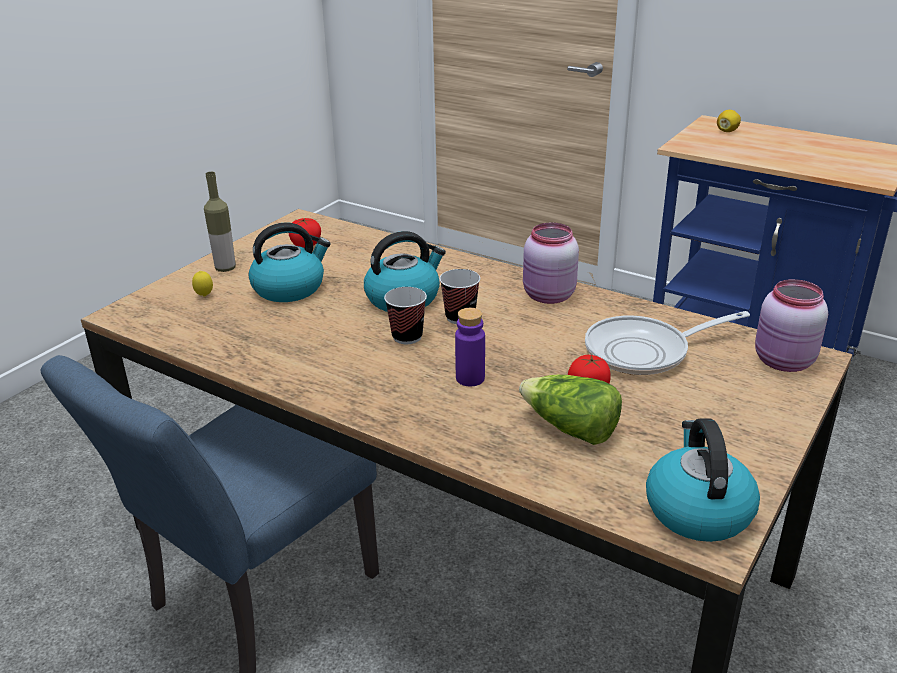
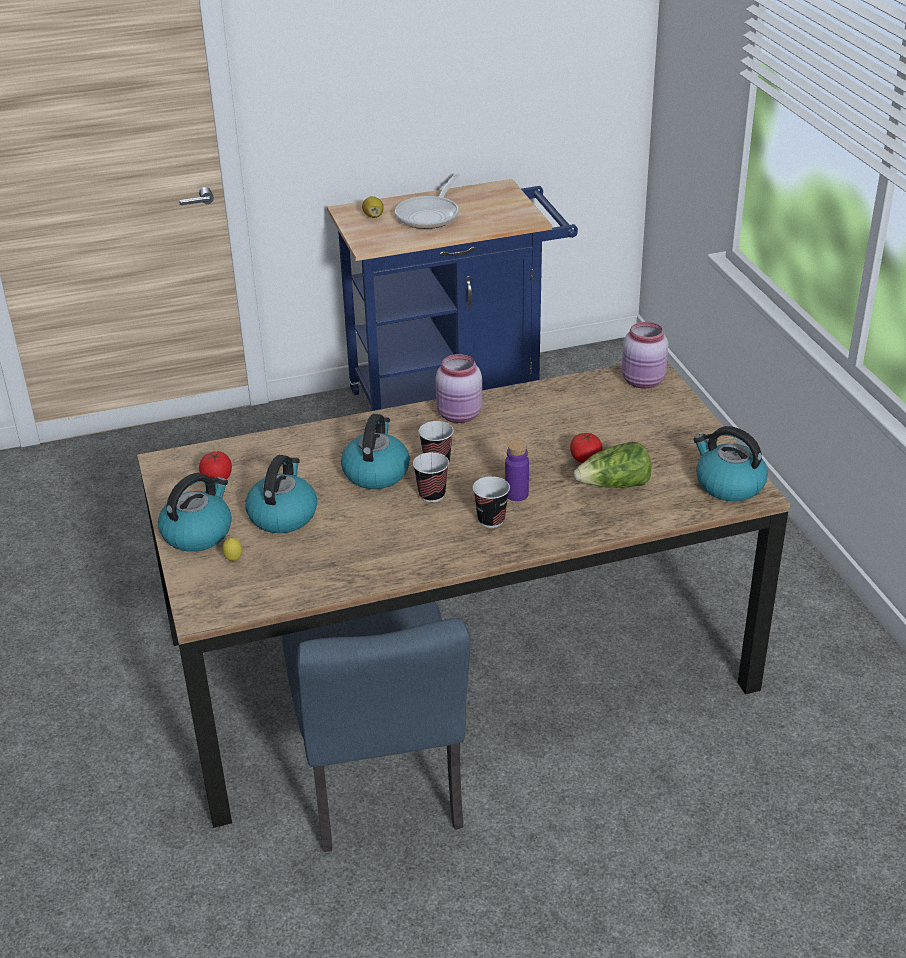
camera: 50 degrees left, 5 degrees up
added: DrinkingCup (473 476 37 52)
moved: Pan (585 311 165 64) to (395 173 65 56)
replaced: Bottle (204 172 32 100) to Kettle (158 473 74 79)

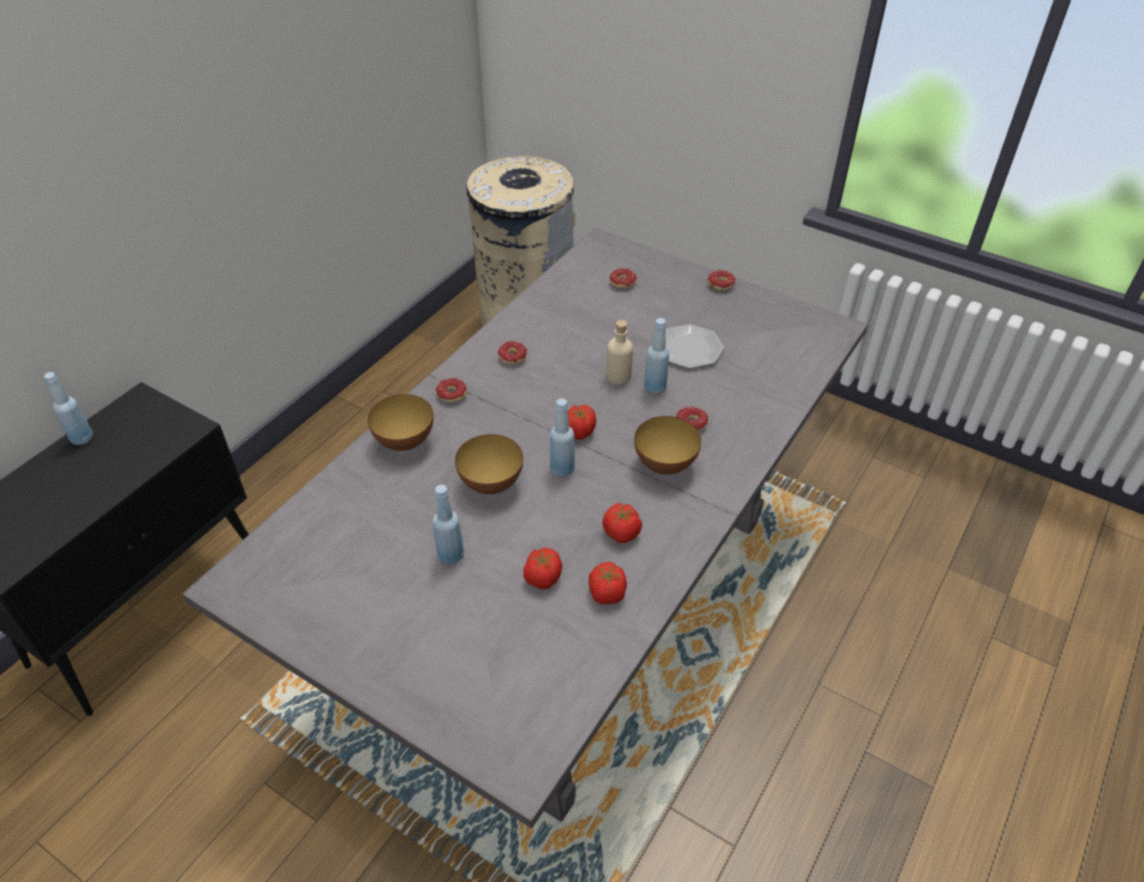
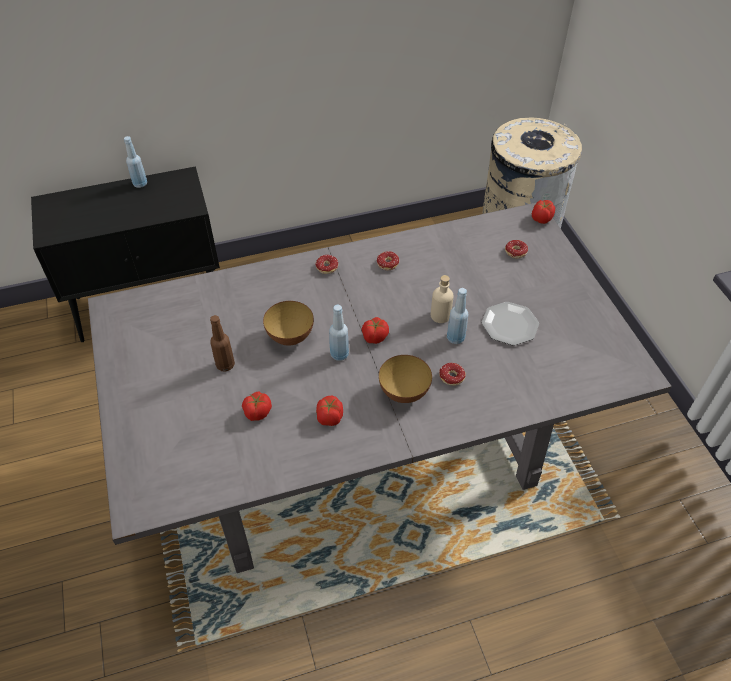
camera: 40 degrees right, 5 degrees up
removed: Bowl (367 394 67 57); Doughnut (708 270 27 21)
moved: FreshTomato (589 562 38 42) to (532 200 23 24)
recoloured: BluishBottle (432 485 32 80) to BrownBottle (210 315 25 57)

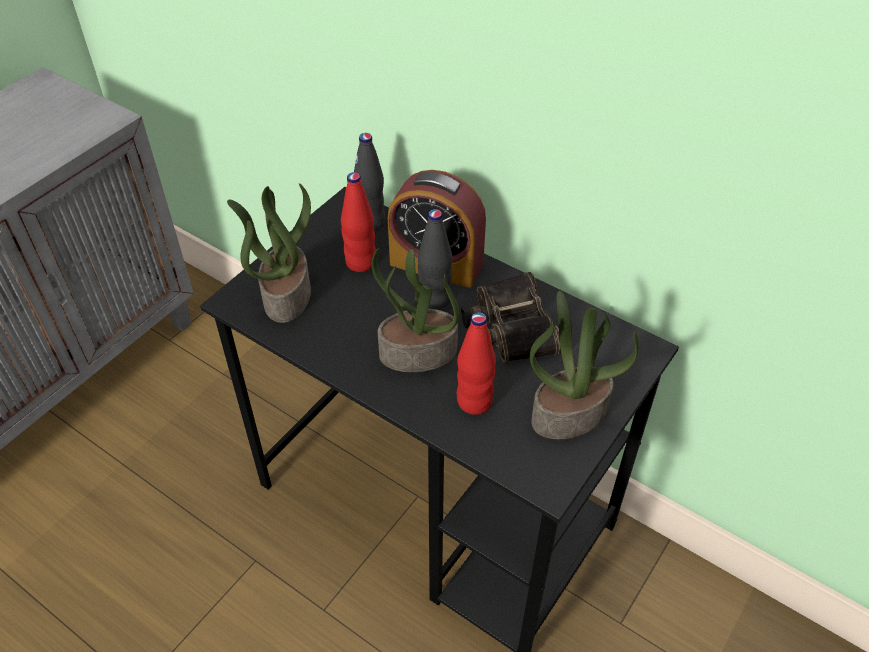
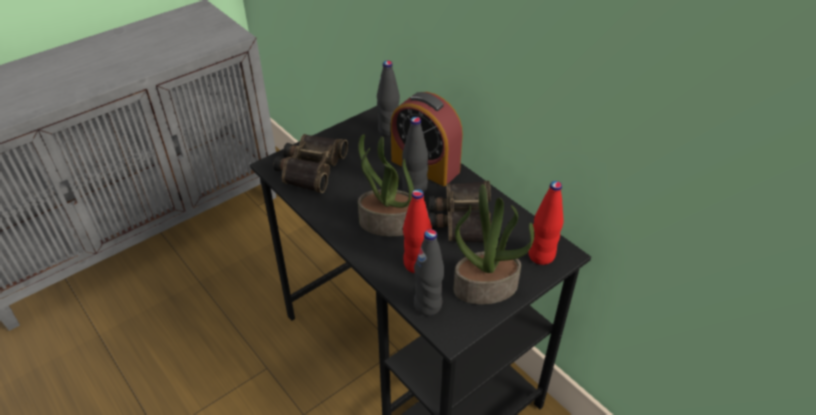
camera: 15 degrees right, 5 degrees down
added: BlackBottle (414 229 30 87)
moved: RedBottle (341 172 35 100) to (528 181 36 84)
replaced: PottedPlant (227 183 84 140) to PairOfBinoculars (274 134 74 59)

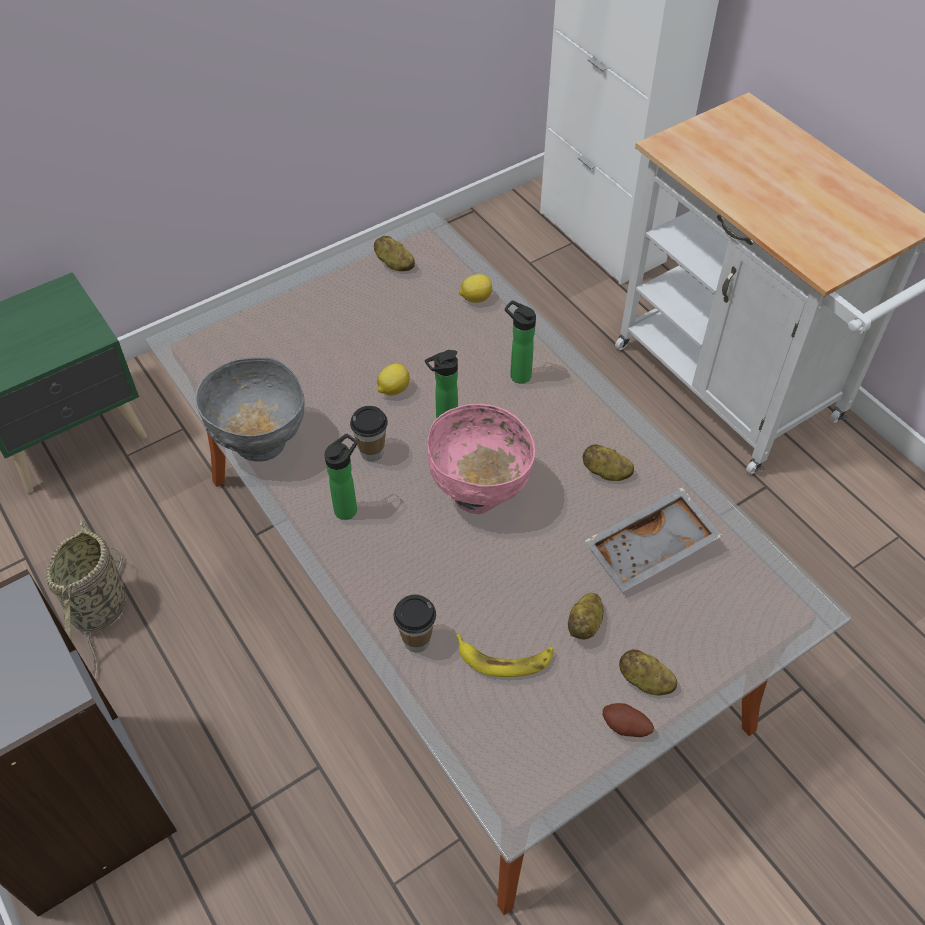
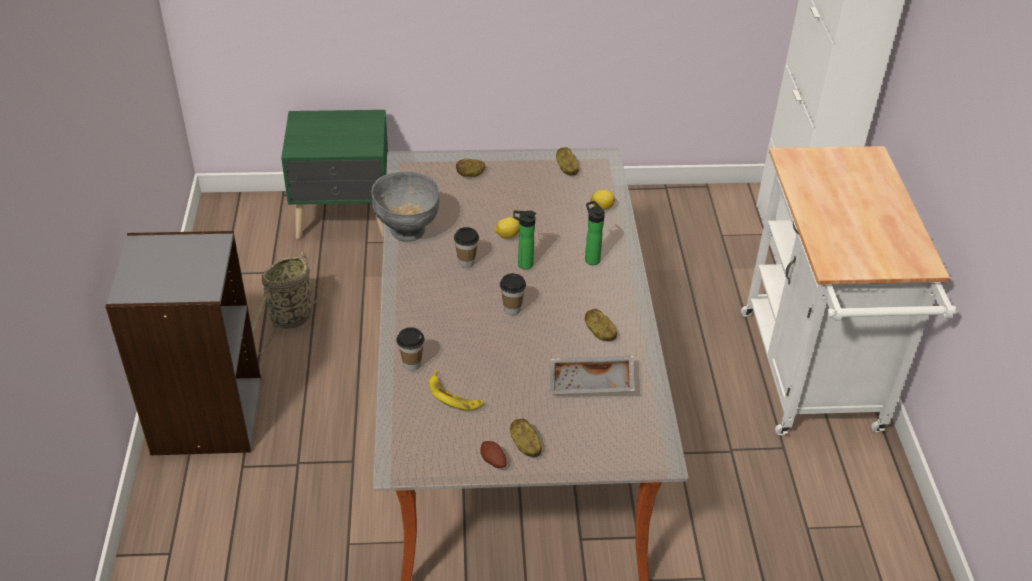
camera: 30 degrees right, 10 degrees down
removed: Bottle (324 433 34 87)
moved: Potato (568 593 36 47) to (456 159 29 18)
replaced: PinkishBowl (427 404 108 110) to DrinkingCup (500 273 26 42)

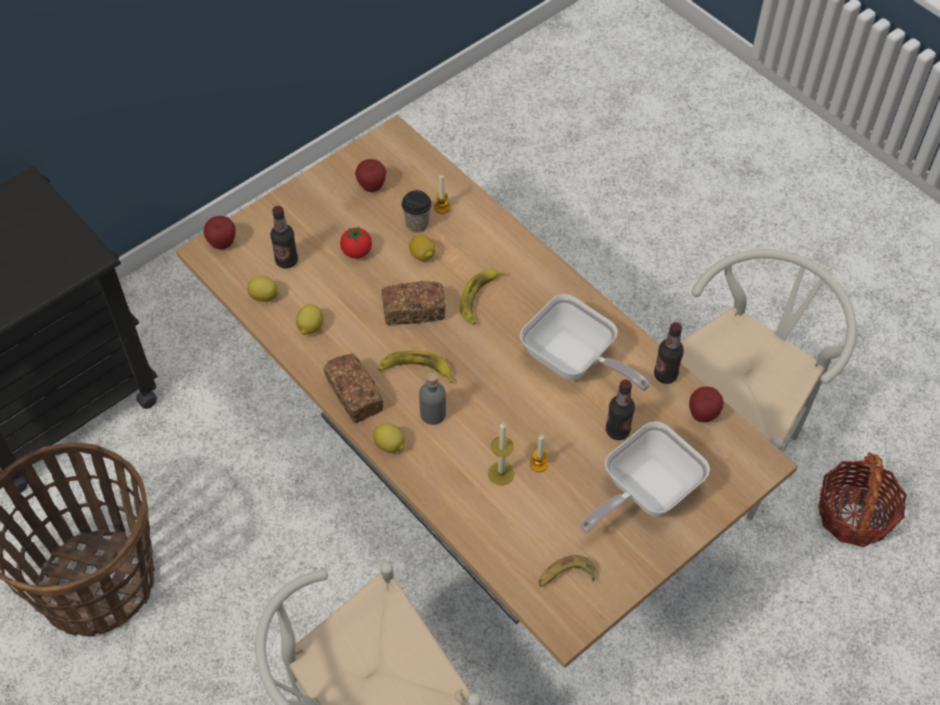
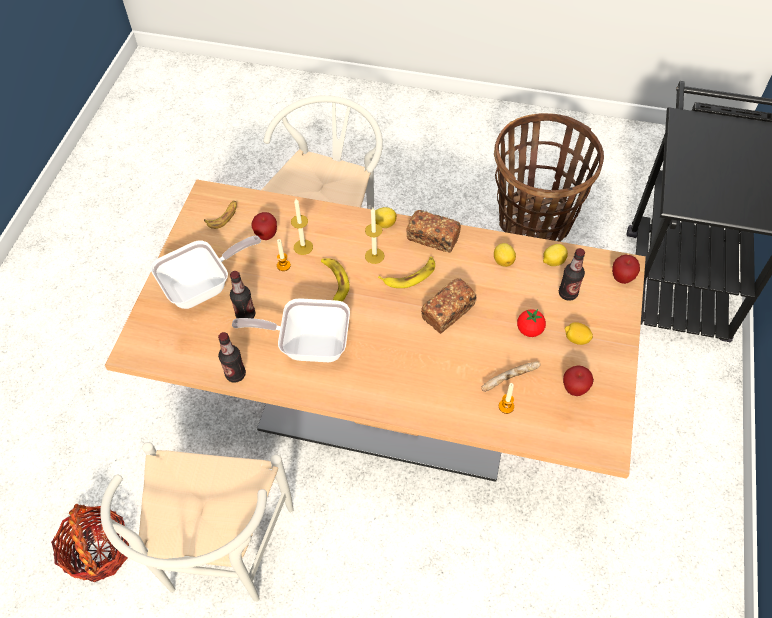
camera: 145 degrees right, 0 degrees up
moved: WholeLemon (409 234 26 27) to (565 322 28 23); Banana (460 269 46 56) to (321 258 29 43); Apple (689 386 35 37) to (251 212 26 28)
replaced: DrinkingCup (402 190 30 42) to Bread (481 362 60 30); GrayBottle (419 372 27 53) to WaxCandle (365 208 19 56)
turned: Pan (580 422 130 111) = (151 235 110 74) 45 degrees clockwise

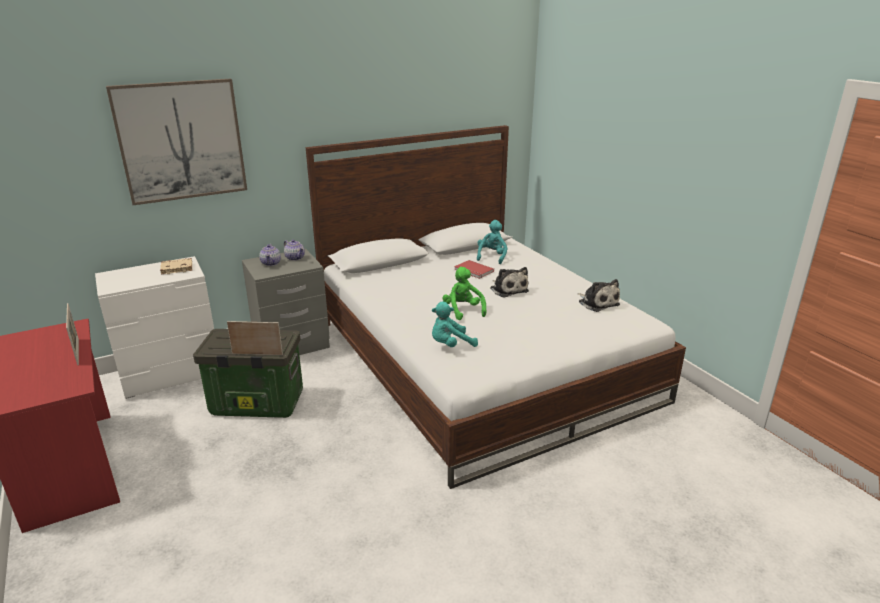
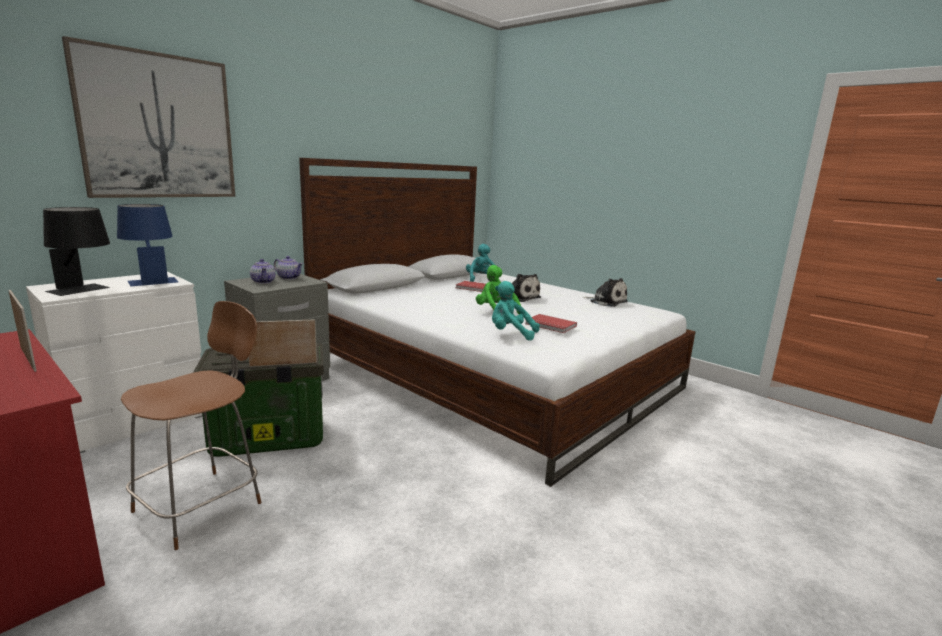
camera: 20 degrees left, 10 degrees down
added: BlackTabletopLamp (43 207 67 89); BrownStoolSeat (121 301 140 249); RedBoundBook (525 314 52 19)
replaced: BeigeColouredBoundBook (160 258 32 17) to BluishTabletopLamp (117 204 61 82)
turned: BlueGreenSoftToy (432 302 46 45) = (492 281 48 59) 60 degrees clockwise

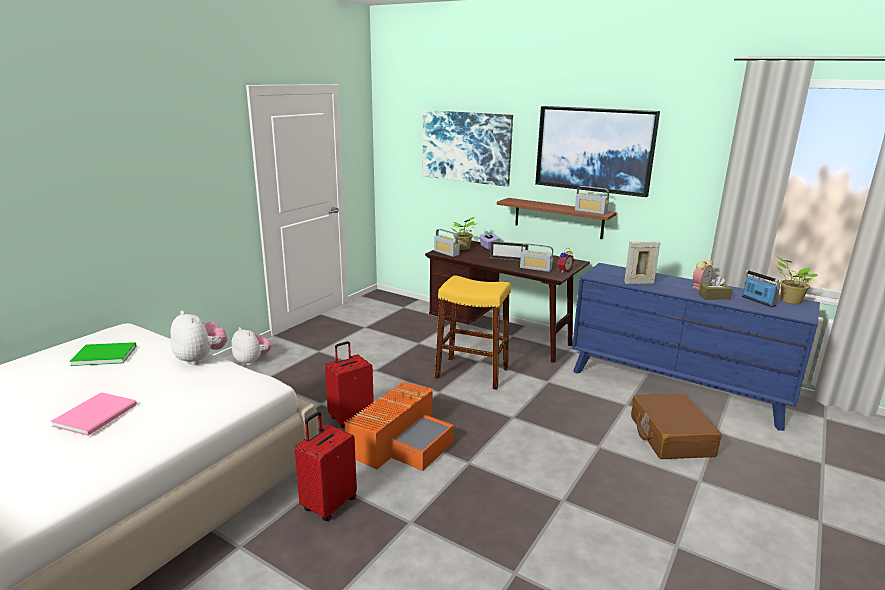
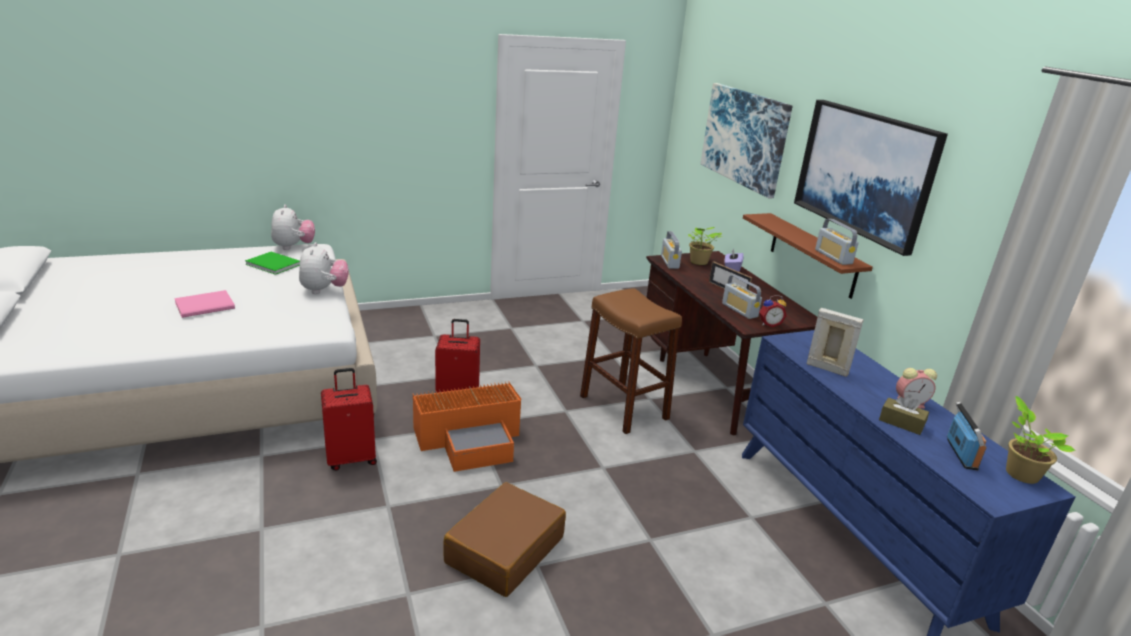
camera: 35 degrees right, 5 degrees up
moved: SoftToy (231 327 40 39) to (271 204 44 46); BrownSuitcase (631 393 90 66) to (443 482 123 115)
recoloured: YellowStoolSeat (435 276 76 114) to BrownStoolSeat (580 288 102 146)

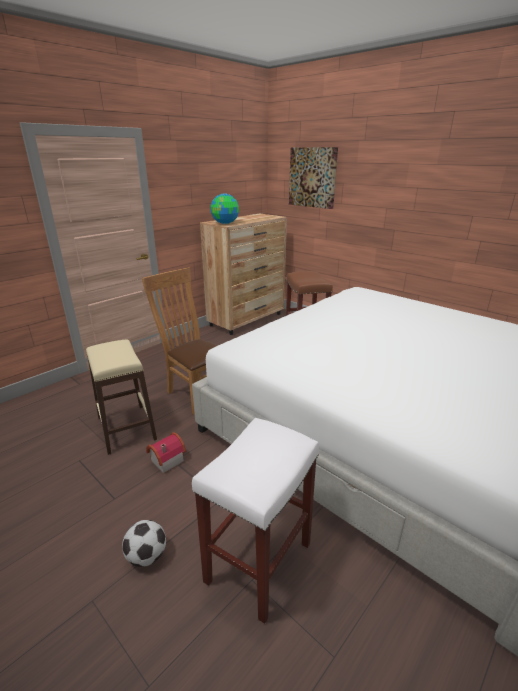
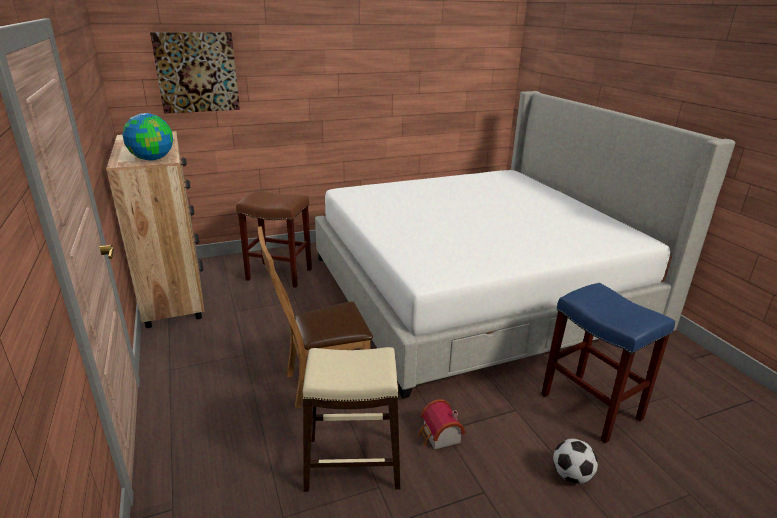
camera: 65 degrees left, 0 degrees up
recoloured: WhitishStoolSeat (192 418 127 206) to BluishStoolSeat (541 283 134 160)

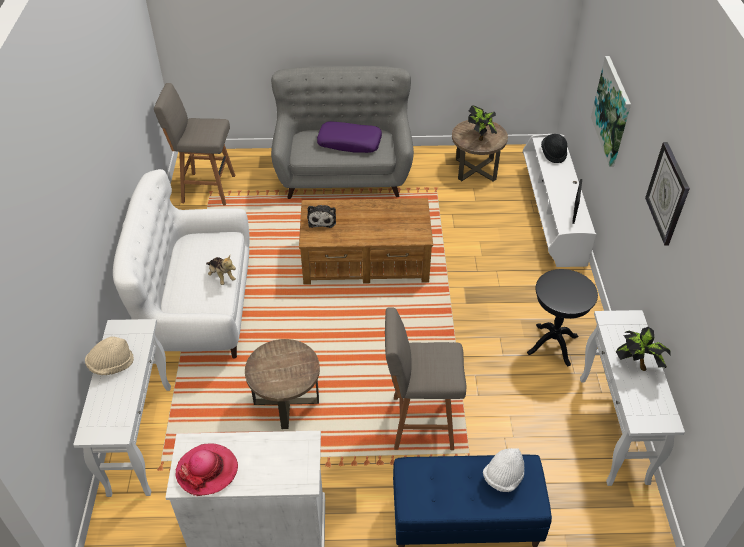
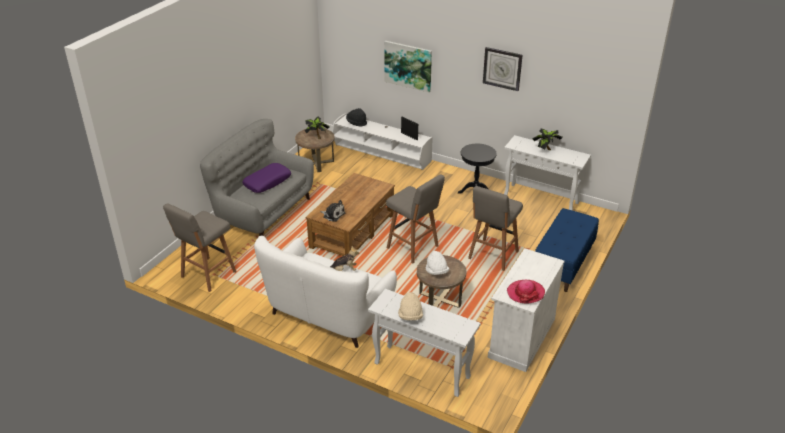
camera: 60 degrees left, 10 degrees down
added: GrayStoolSeat (386 175 59 88)
moved: WhitishWearableHat (483 448 41 44) to (426 251 23 24)

